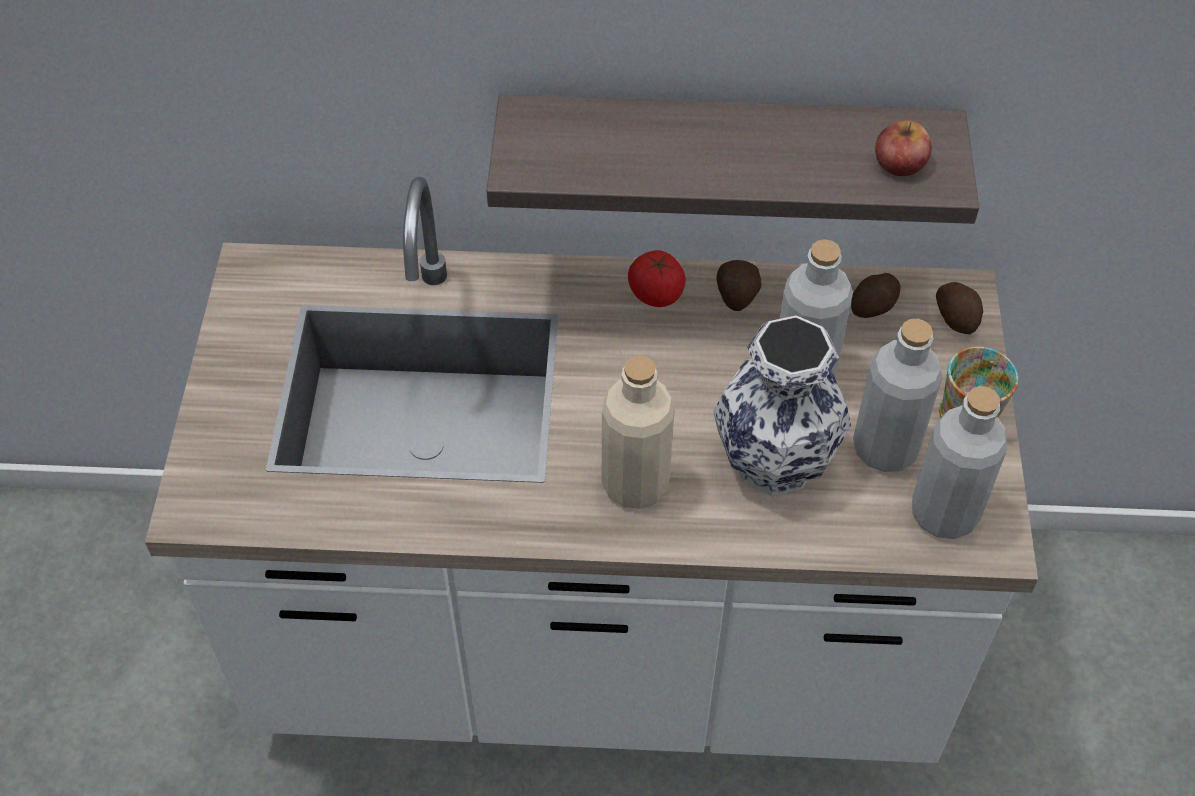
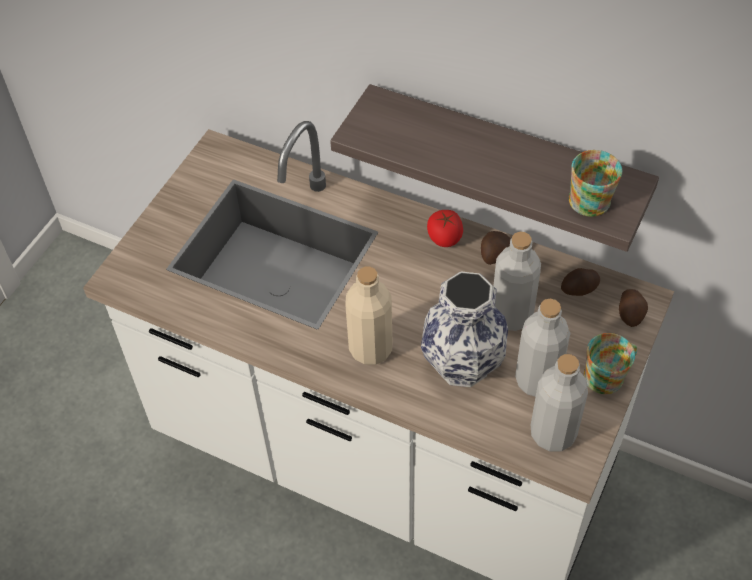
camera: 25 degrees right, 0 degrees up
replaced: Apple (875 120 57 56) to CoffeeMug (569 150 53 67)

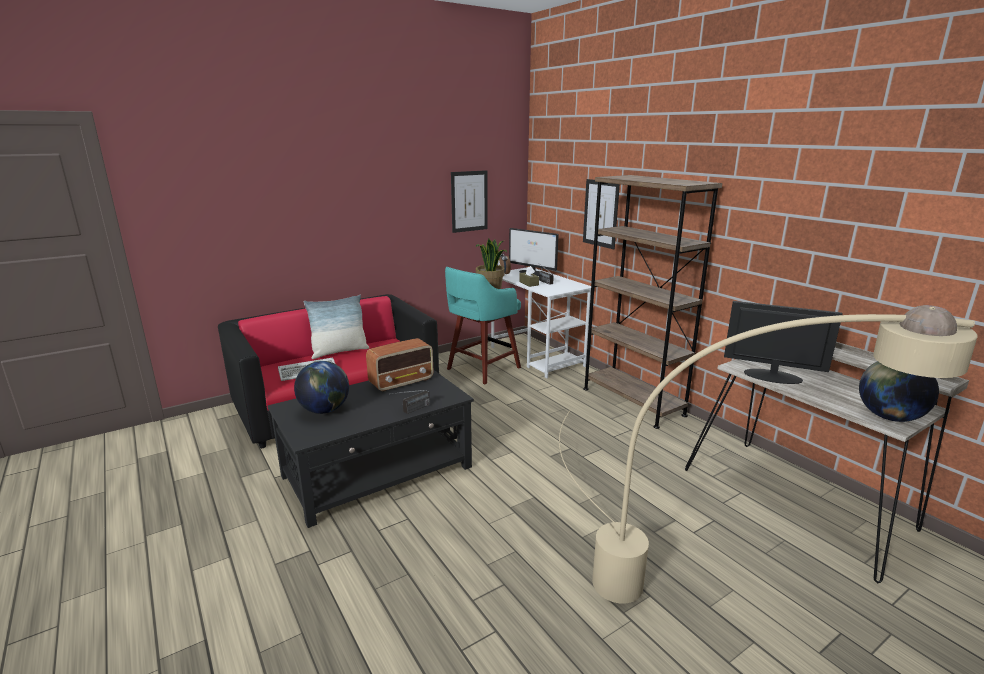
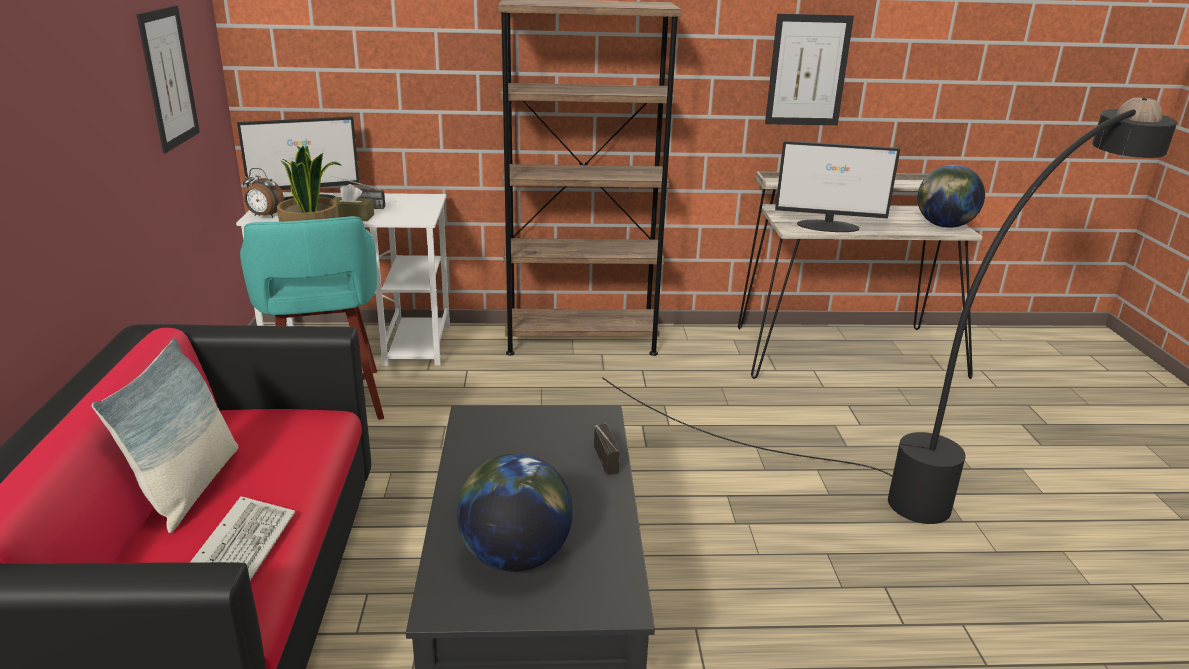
camera: 60 degrees left, 5 degrees up
removed: RadioReceiver (366 338 67 54)
moved: Picture (583 179 37 70) to (765 14 89 111)
recoloured: BeigeColouredStandingLamp (559 305 419 299) to BlackStandingLamp (603 98 574 426)
turned: ComputerDisplay (724 301 119 83) = (775 141 125 91) 135 degrees counterclockwise

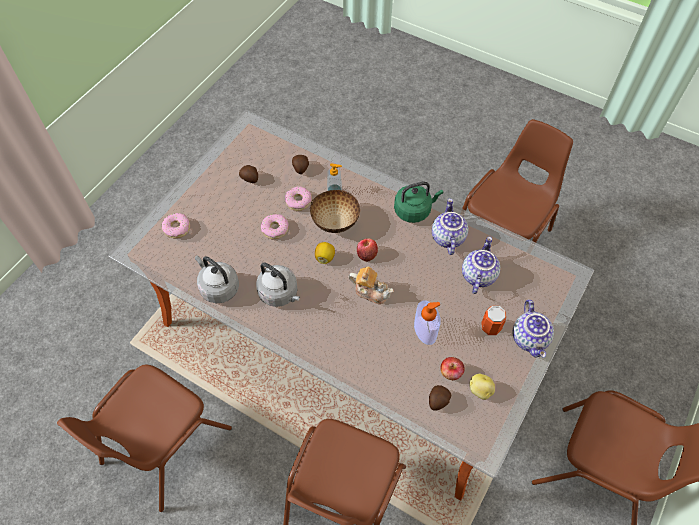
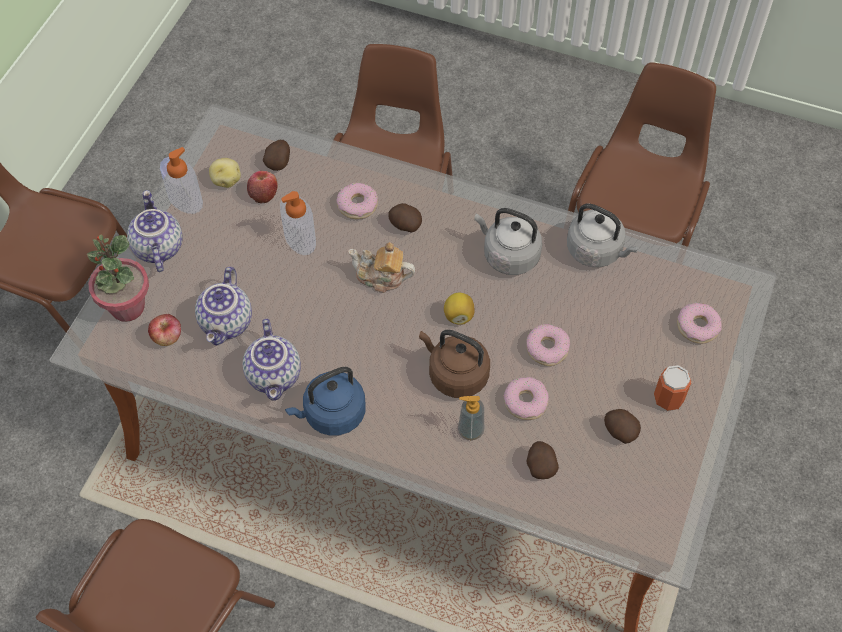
camera: 170 degrees right, 0 degrees up
added: PottedPlant (86 234 63 88); LiquidSoapBottle (160 147 43 67); Doughnut (336 183 42 36); Potato (388 203 34 30)
moved: Apple (357 238 21 24) to (148 314 33 32); SealedCan (481 306 25 29) to (654 365 37 46)
replaced: Bowl (310 190 50 43) to BrownKettle (419 330 71 68)
recoloured: GreenColouredKettle (394 182 49 41) to BluishKettle (285 367 81 69)

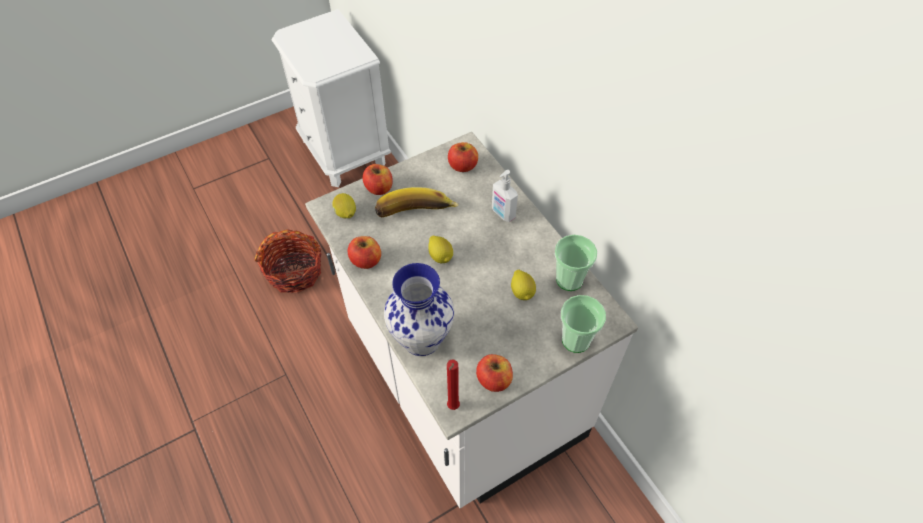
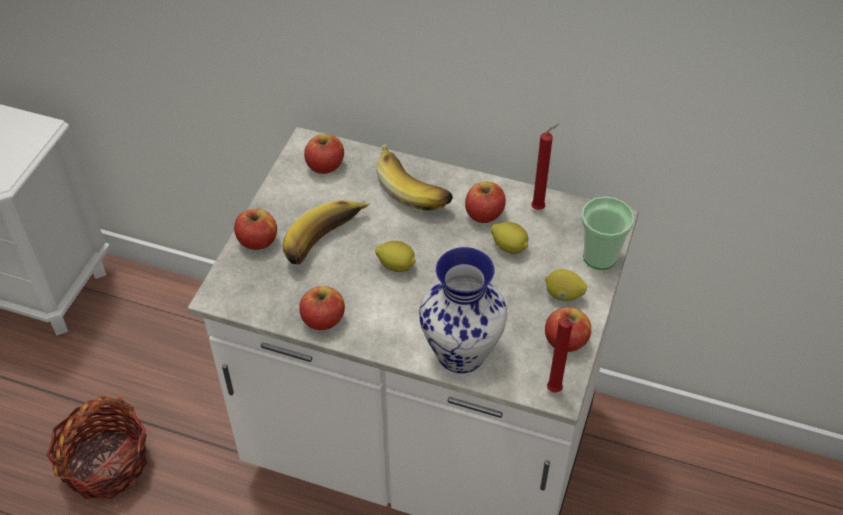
camera: 40 degrees left, 5 degrees down
added: Apple (465 182 41 41)
moved: WholeLemon (332 193 24 25) to (545 269 42 32)
replaced: LiquidSoapBottle (492 170 26 52) to Banana (376 144 77 67); DrinkingCup (554 235 43 56) to RedWaxCandle (531 124 28 86)

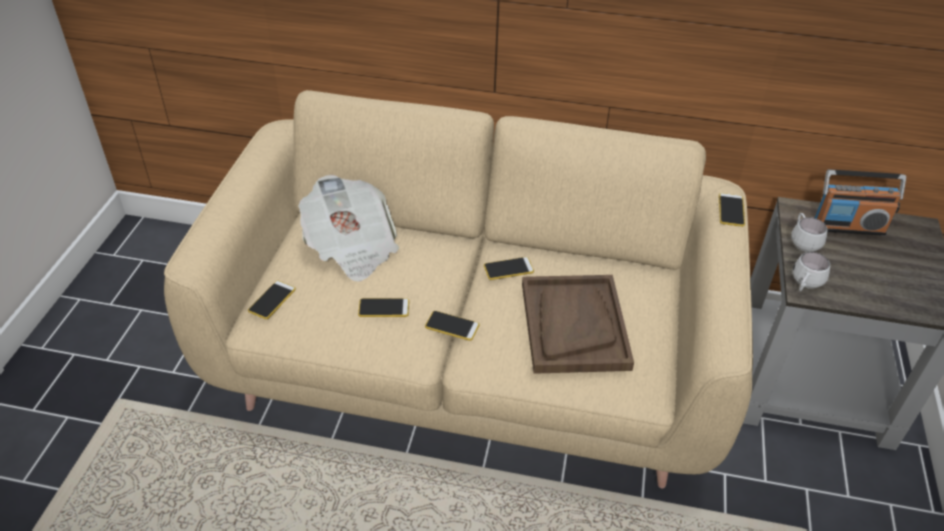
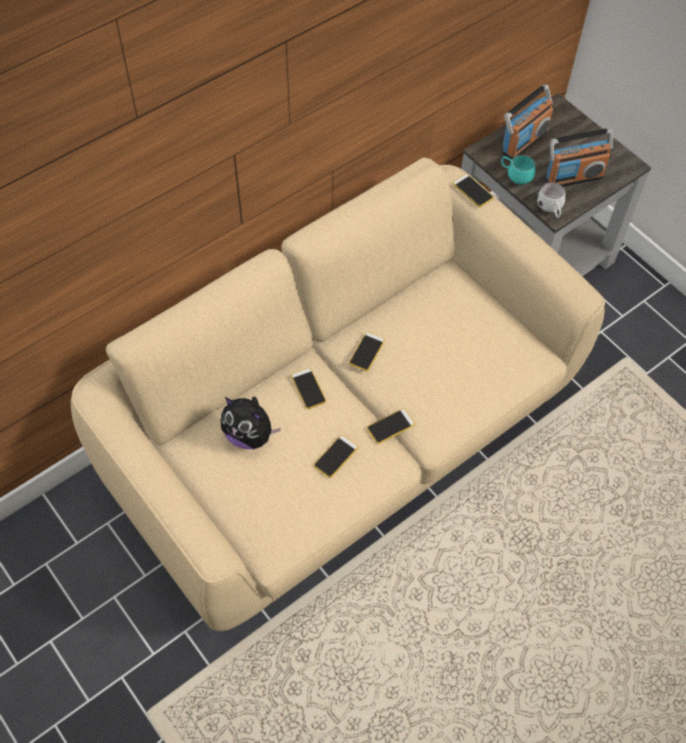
camera: 50 degrees left, 15 degrees up
removed: BrownTray (522 275 112 99)
added: RadioReceiver (545 128 68 59)
moved: Telephone (248 281 48 38) to (291 368 35 41)
replaced: PrintedPaper (299 175 100 107) to SoftToy (221 397 60 52)
recoloured: WhitishCoffeeMug (791 213 37 39) to BlueGreenCoffeeMug (501 155 35 30)

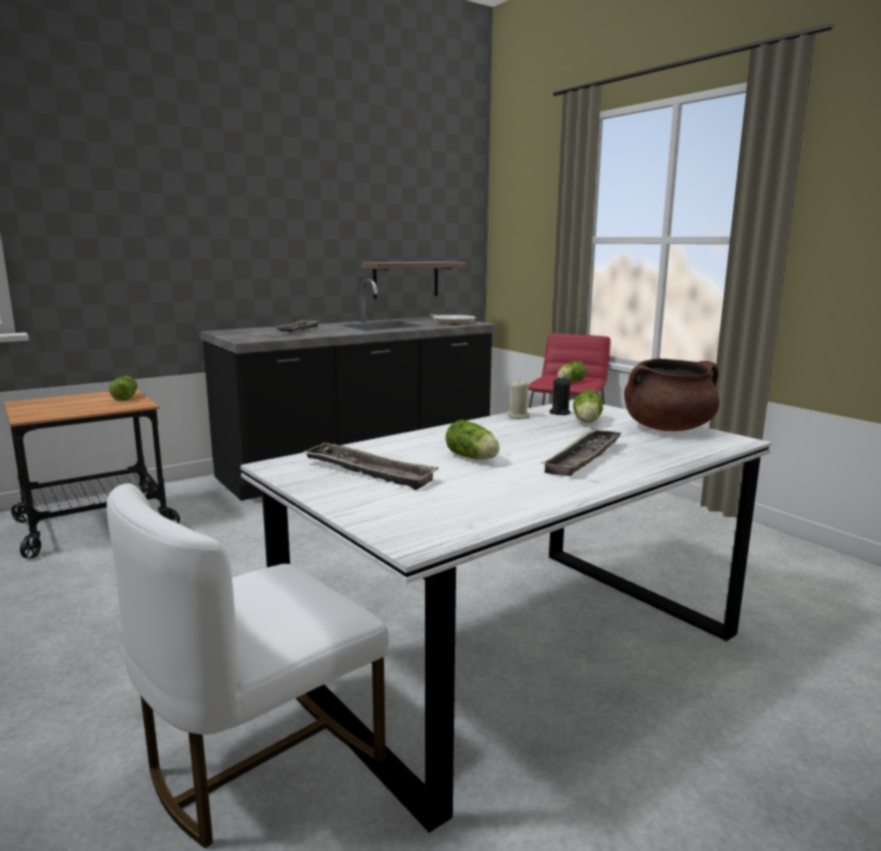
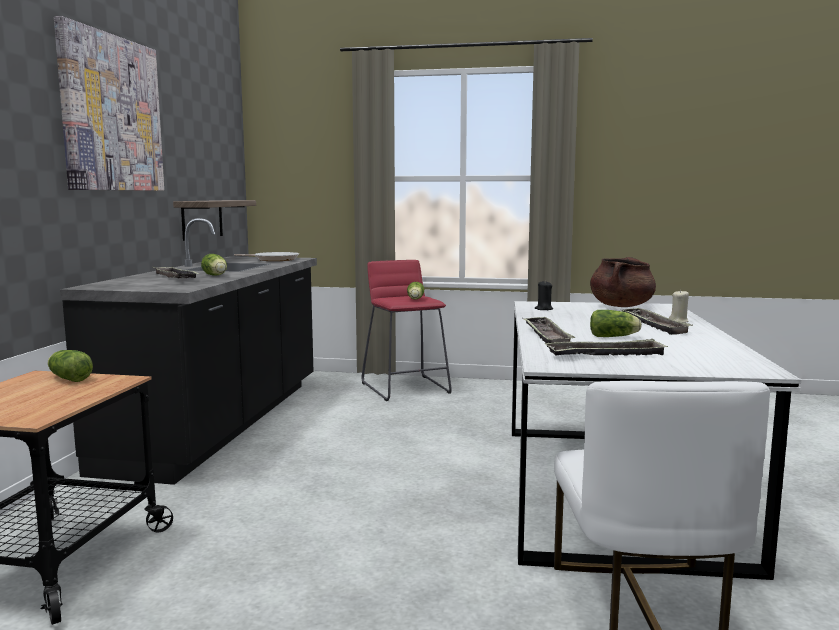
camera: 45 degrees left, 5 degrees down
added: Picture (54 16 110 175); Tray (522 317 53 26)
moved: BeigeColouredWaxCandle (507 380 23 38) to (669 290 20 33); Lettuce (573 390 30 33) to (201 254 26 22)

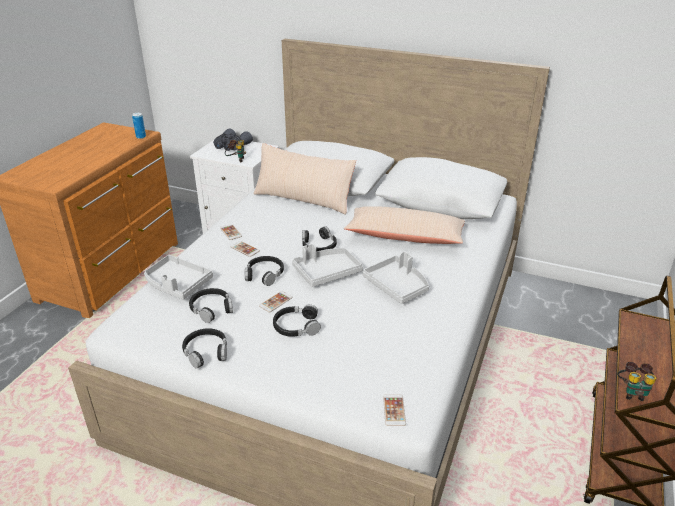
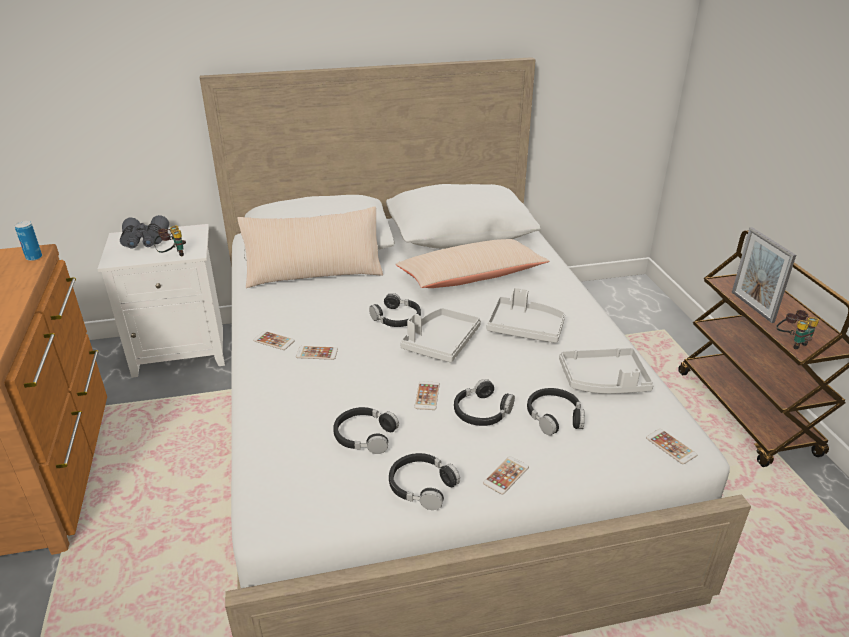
camera: 35 degrees left, 0 degrees up
added: Telephone (483 456 46 39); PhotoFrame (732 227 64 96)
moved: GrayTray (144 255 69 44) to (559 348 95 46); BlackPairOfHeadphones (245 256 39 30) to (527 388 58 48)

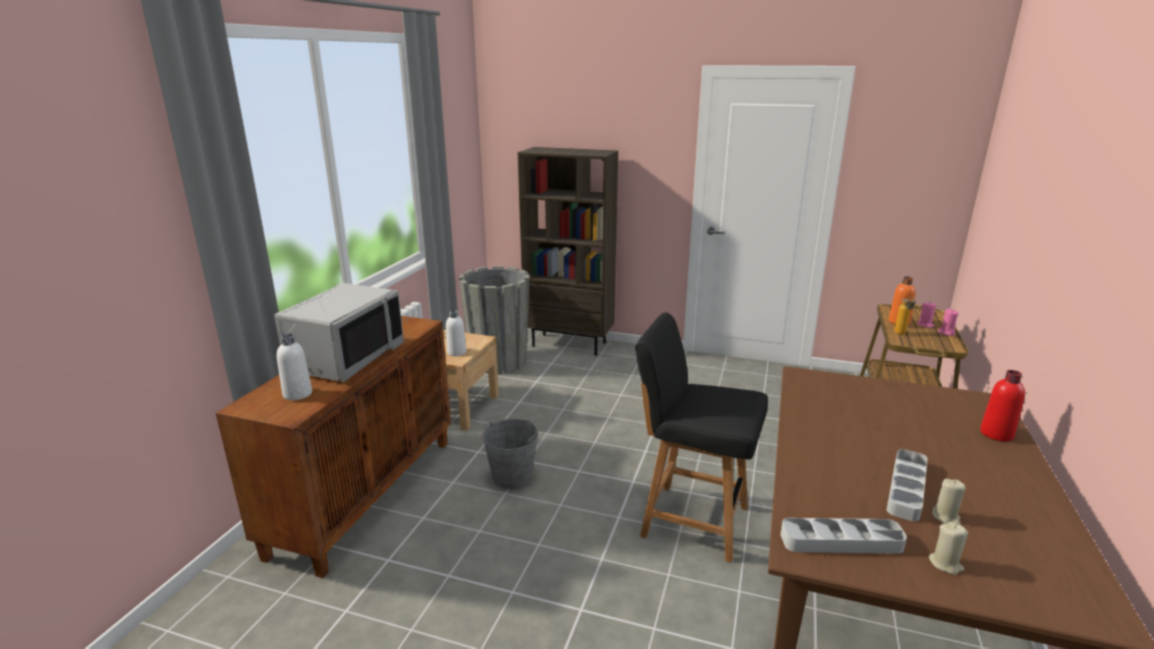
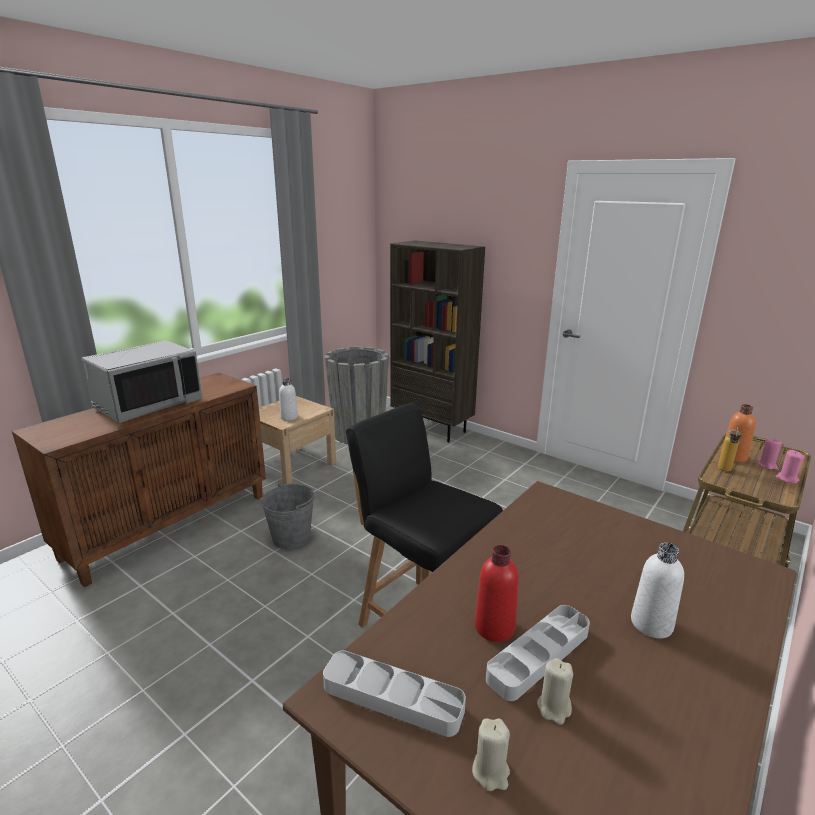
camera: 20 degrees right, 0 degrees up
moved: WhitishBottle (277 333 35 67) to (631 543 53 95); RedBottle (980 370 45 72) to (475 545 44 97)

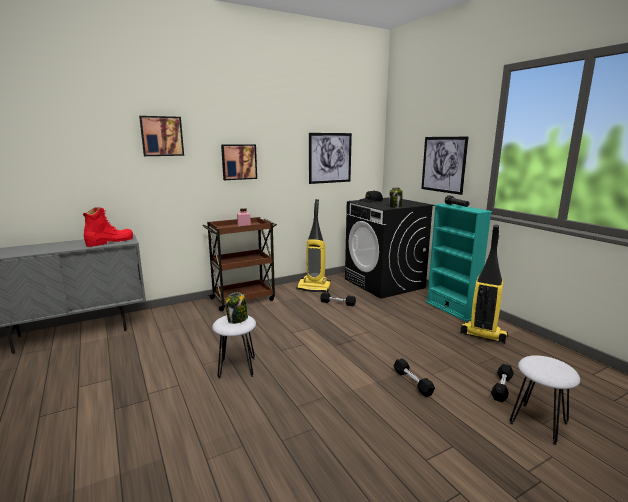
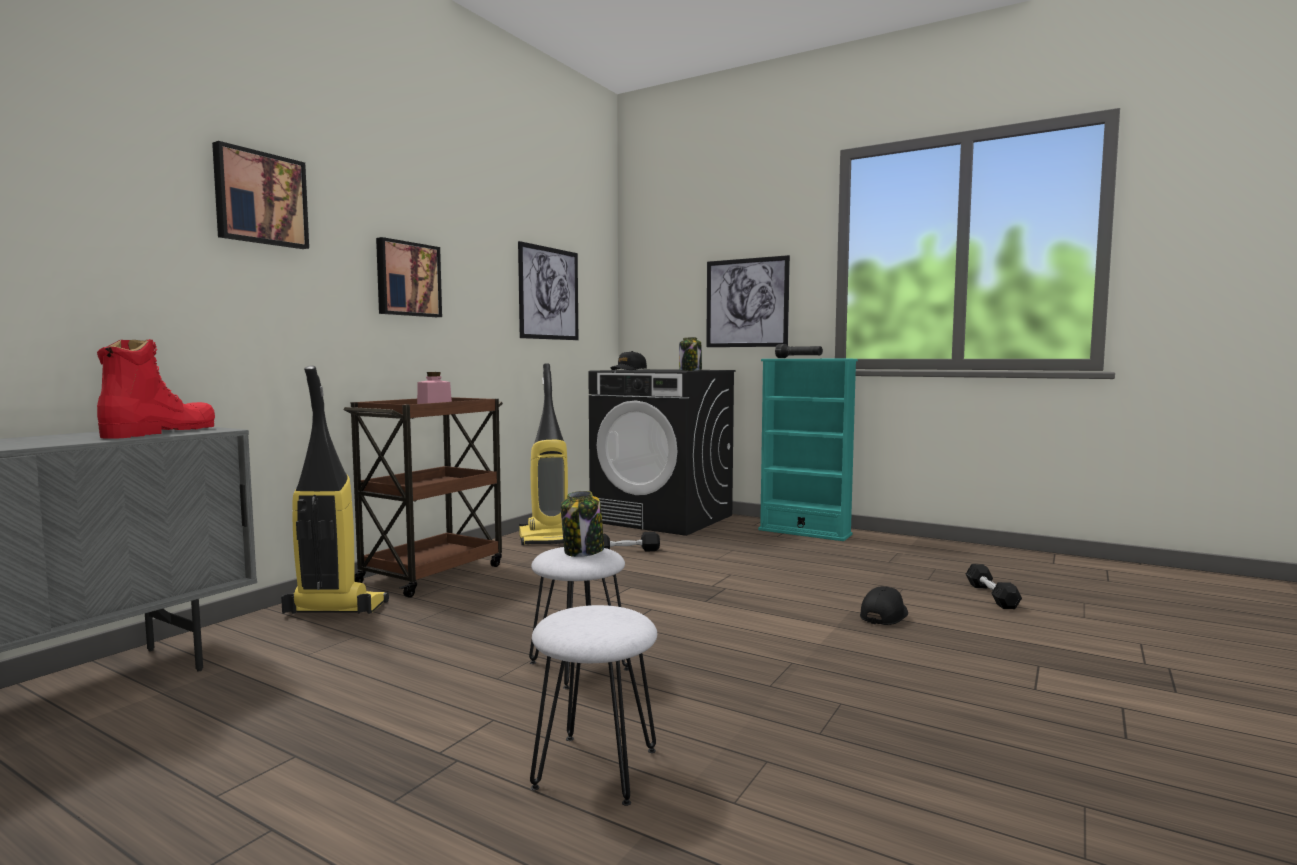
camera: 30 degrees left, 10 degrees down
moved: Vacuum (460 225 48 119) to (281 366 108 248); WhitishStoolSeat (509 355 71 90) to (530 605 127 201)
replaced: BlackHandWeight (394 358 41 39) to BlackPeakedCap (860 586 48 39)

